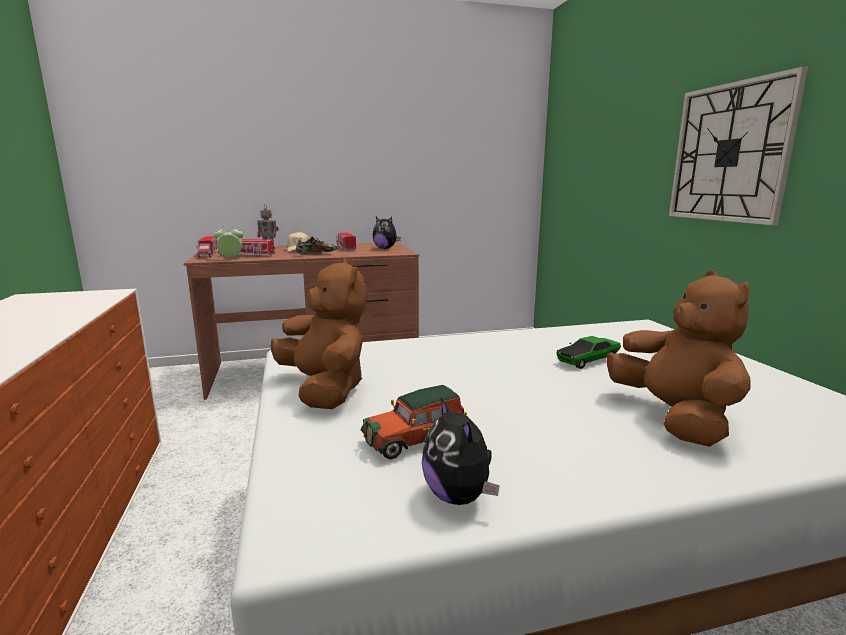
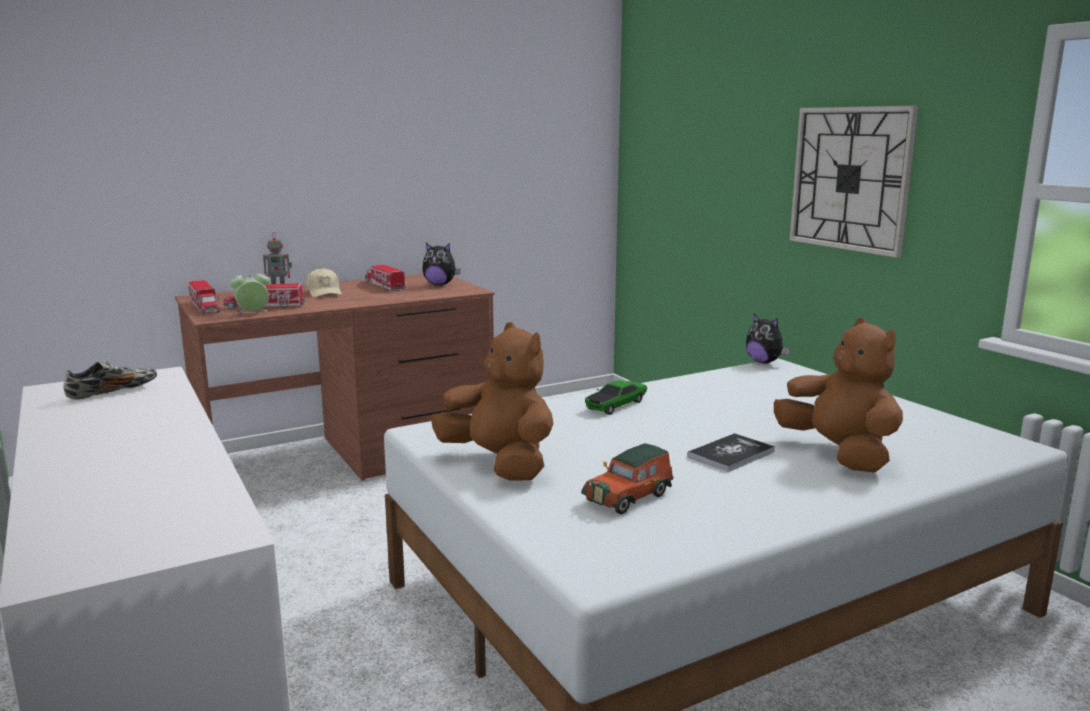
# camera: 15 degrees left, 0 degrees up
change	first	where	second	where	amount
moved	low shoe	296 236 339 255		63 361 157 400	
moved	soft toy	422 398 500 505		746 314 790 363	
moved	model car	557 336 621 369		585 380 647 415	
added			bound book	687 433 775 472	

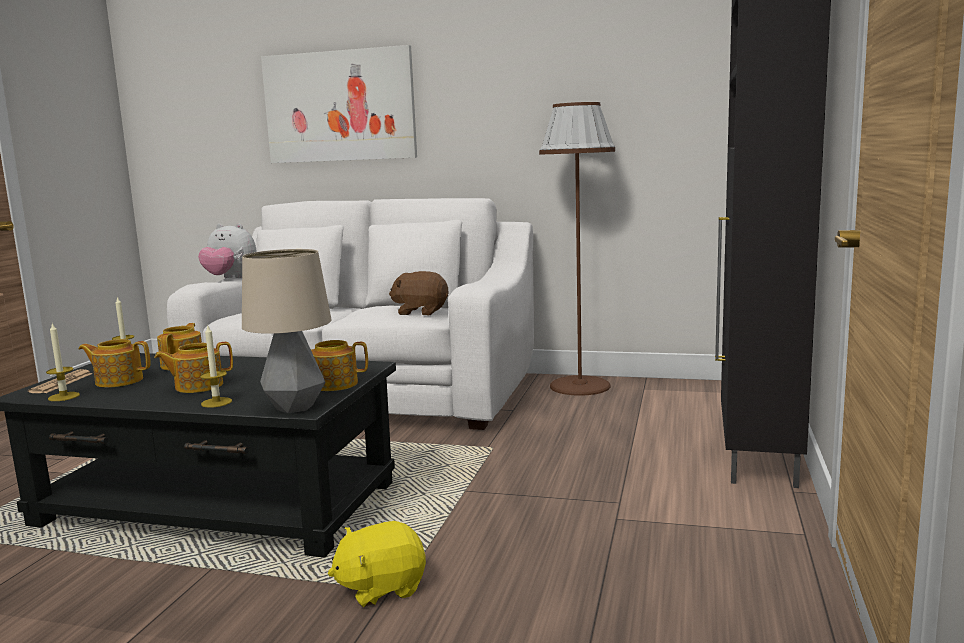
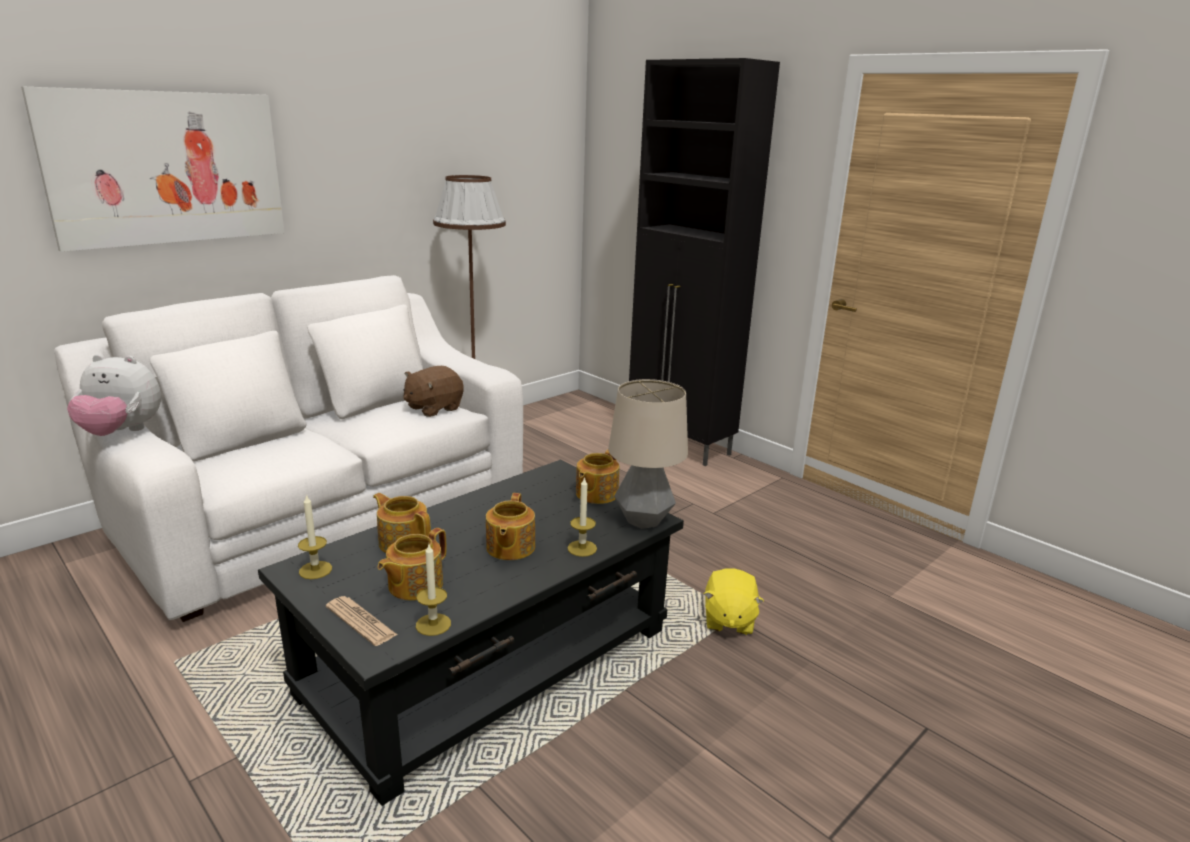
# camera: 60 degrees left, 10 degrees up
change	first	where	second	where	amount
turned	soft toy	198 223 256 278		67 354 161 436	45 degrees clockwise

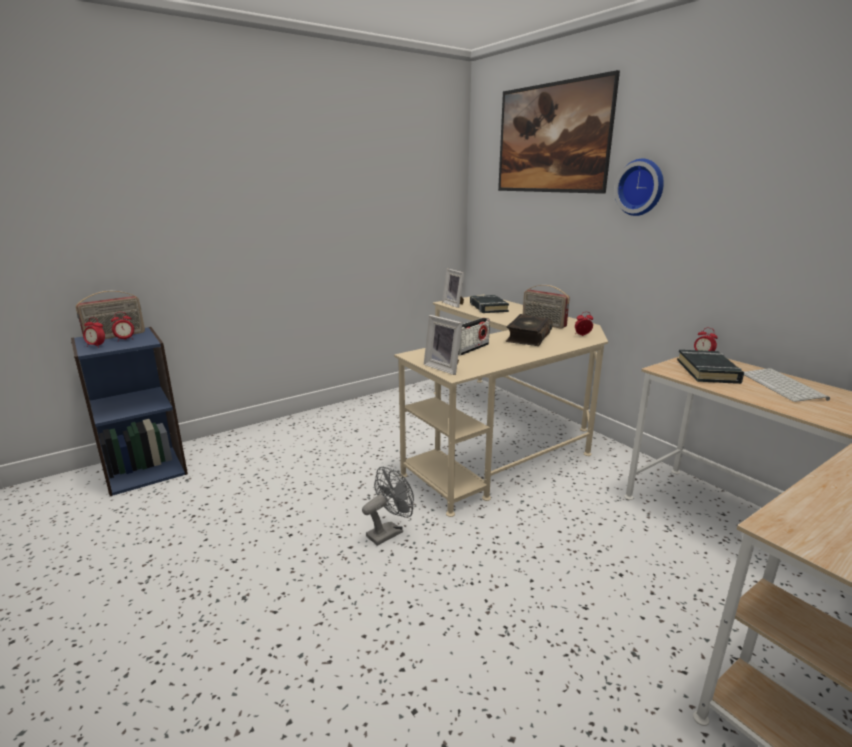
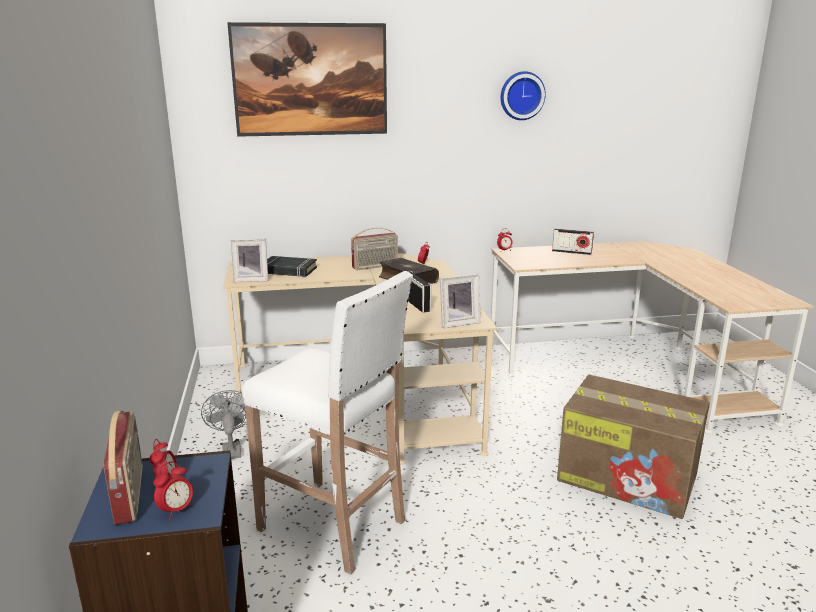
# camera: 65 degrees left, 0 degrees up
change	first	where	second	where	amount
moved	electric fan in grey	362 467 414 546		201 390 247 459	
moved	hanging clock	614 159 664 216		501 71 546 120	
removed	bound book in black	677 350 744 384			
replaced	PC keyboard	744 368 830 402	radio	552 229 594 255	
added			stool seat in white	242 271 413 574	
added			packing box	557 374 710 519	

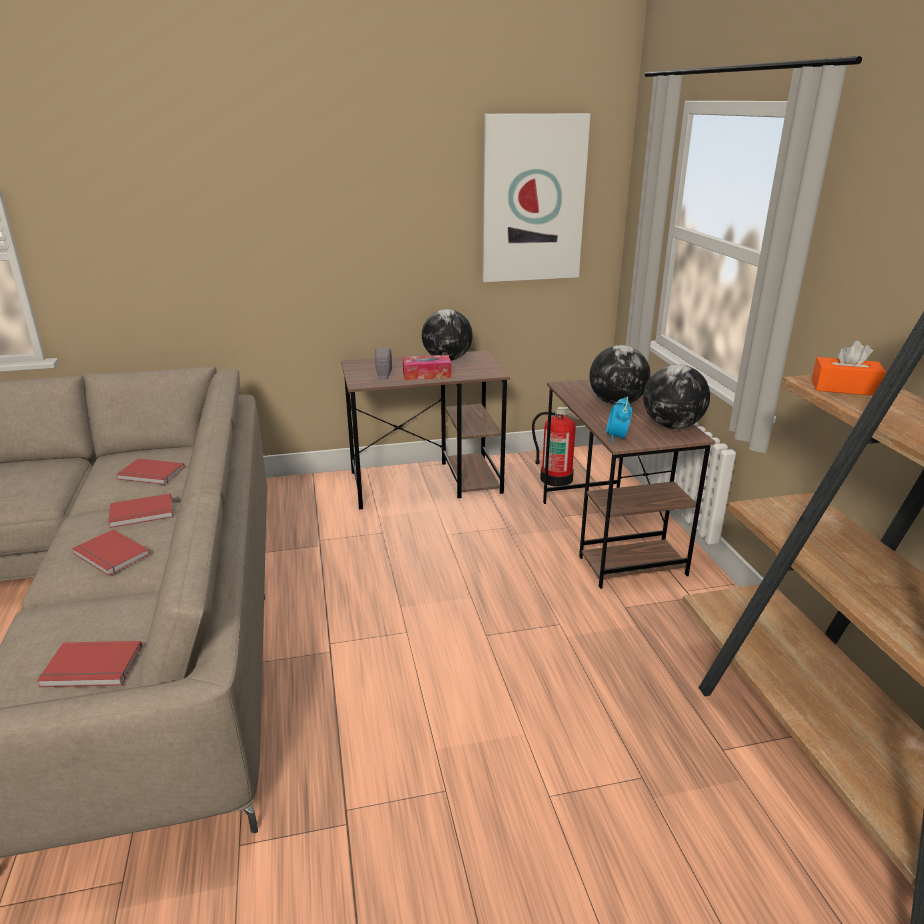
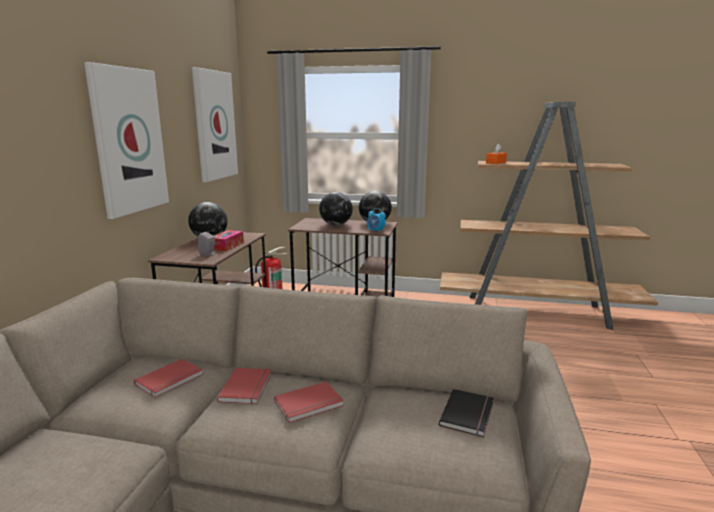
# camera: 65 degrees left, 10 degrees down
change	first	where	second	where	amount
recoloured	bound book in red-coloured	37 641 142 687	bound book in black	439 389 493 437	
added			wall art	84 62 169 219	

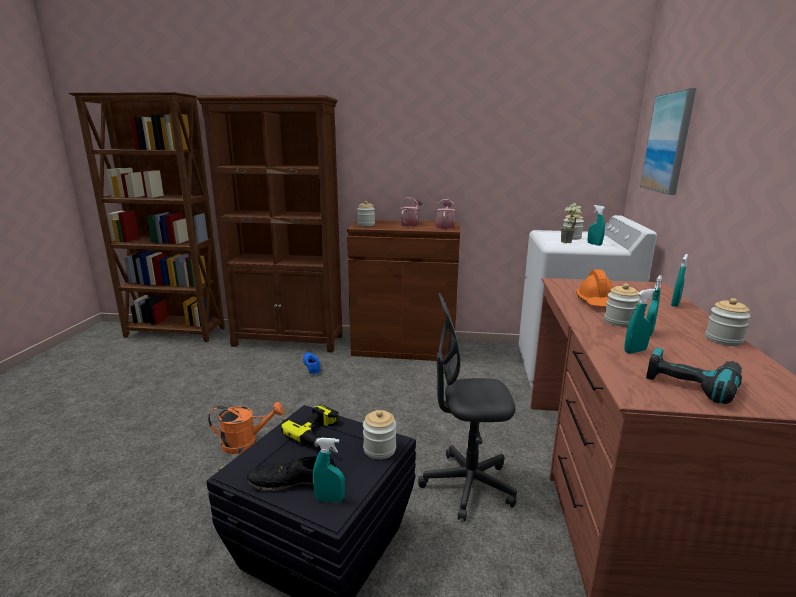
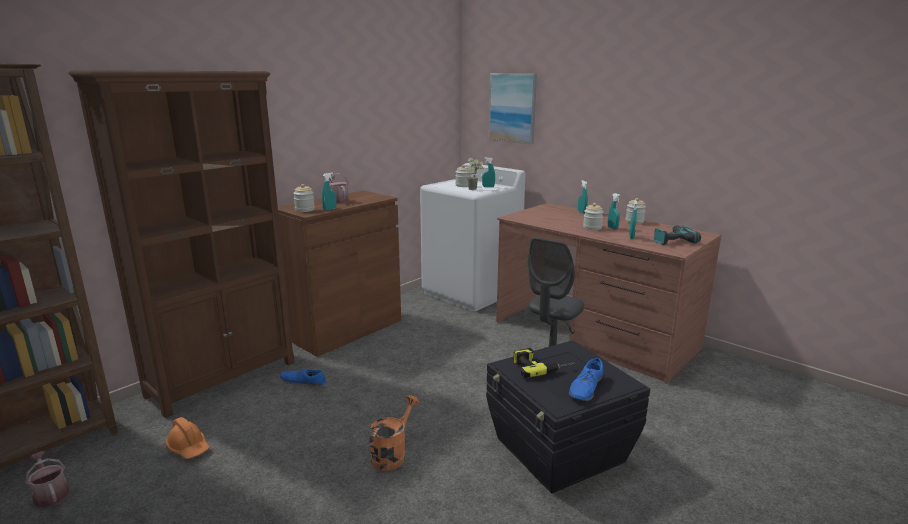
# camera: 55 degrees left, 0 degrees up
change	first	where	second	where	amount
recoloured	low shoe in black	247 455 336 491	low shoe in bluish	569 358 603 401	
moved	spray bottle in turquoise	313 438 345 502		322 173 336 211	
removed	preserve jar	363 410 396 459			
moved	sprinkling can	435 199 456 229		25 451 69 508	
moved	hard hat in orangey	576 269 613 307		166 417 210 459	

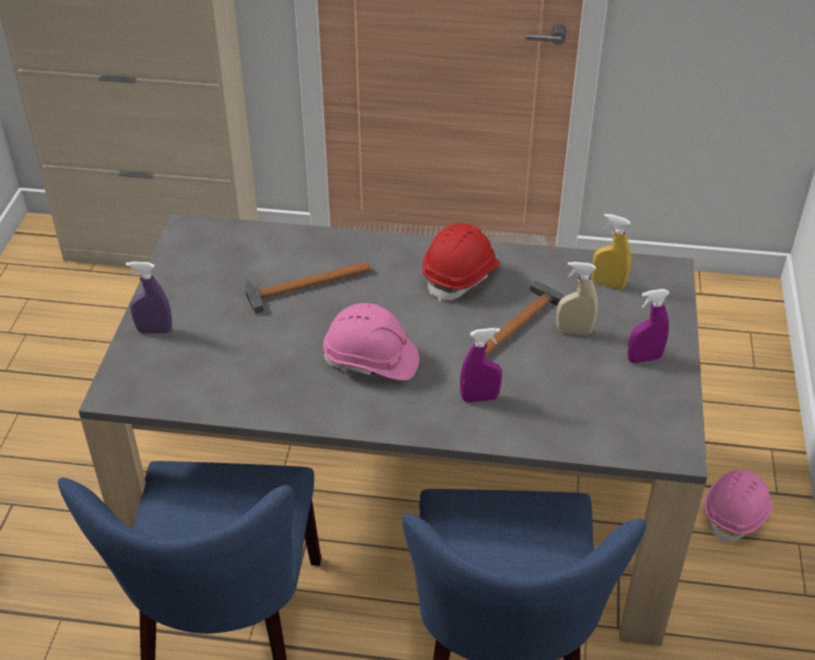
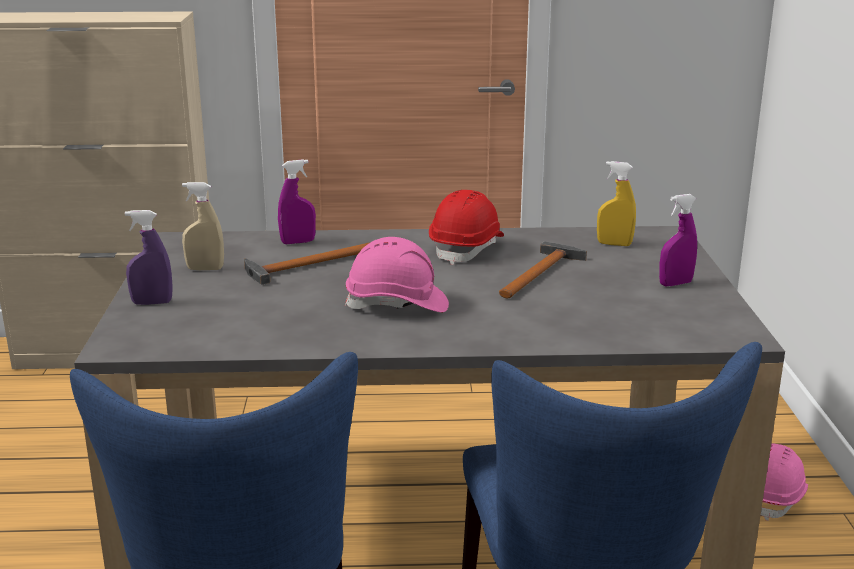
# camera: 10 degrees left, 20 degrees down
change	first	where	second	where	amount
moved	spray bottle in purple	460 328 502 403		278 159 316 244	
moved	spray bottle in beige	556 262 598 335		182 182 224 270	

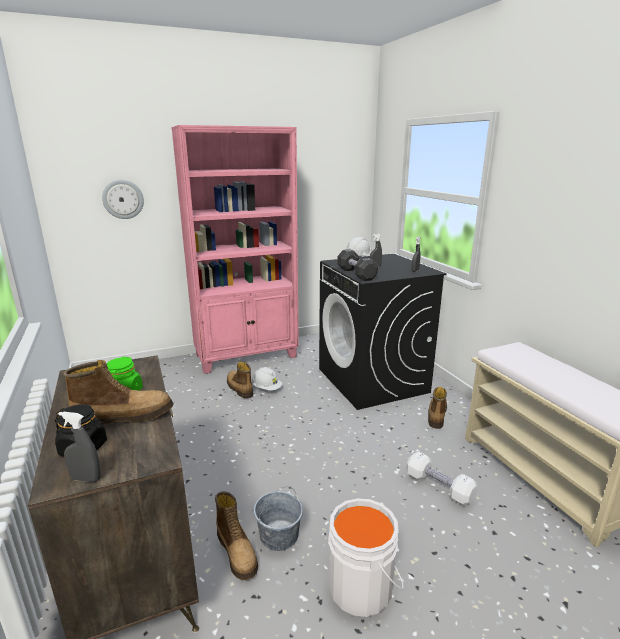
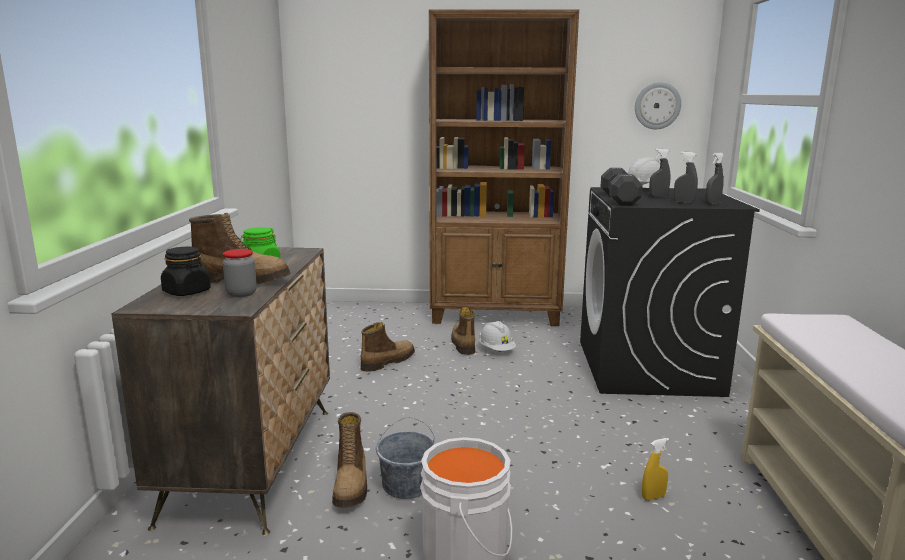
# camera: 25 degrees right, 5 degrees down
change	first	where	second	where	amount
moved	spray bottle in grey	58 412 101 482		674 152 698 204	
moved	hanging clock	102 180 144 219		635 82 681 129	
recoloured	shelving unit in pinkish	171 125 299 374	shelving unit in brown-coloured	429 10 579 326	
replaced	hand weight in white	407 451 477 506	spray bottle in yellowish	642 438 669 501	
moved	high-top boot	428 387 447 429		361 322 415 372	
added			preserve jar	223 249 257 297	

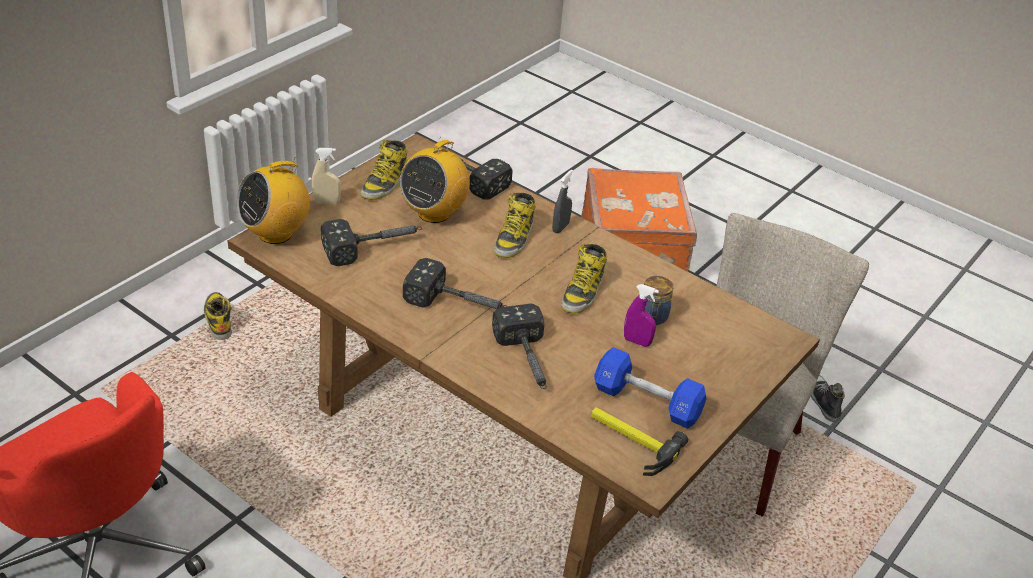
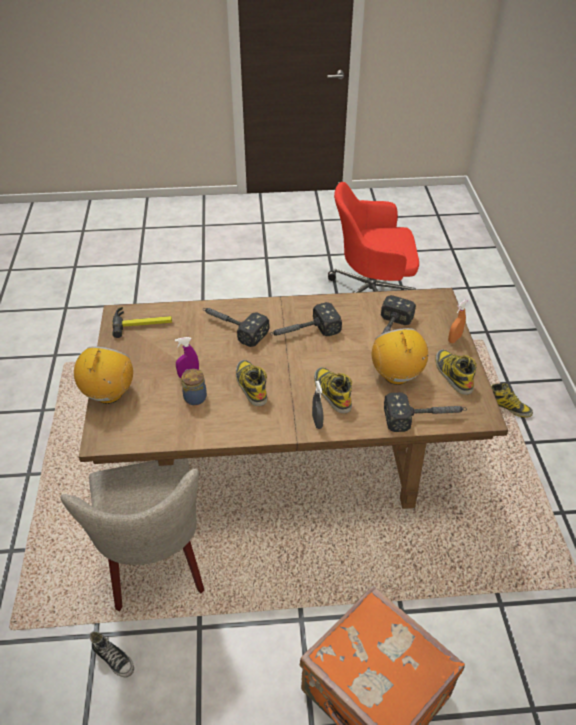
# camera: 140 degrees right, 5 degrees up
change	first	where	second	where	amount
moved	radio	236 157 310 244		74 346 133 404	
recoloured	spray bottle in beige	312 148 341 204	spray bottle in orangey	448 300 467 343	
removed	hand weight in bluish	594 347 706 429			

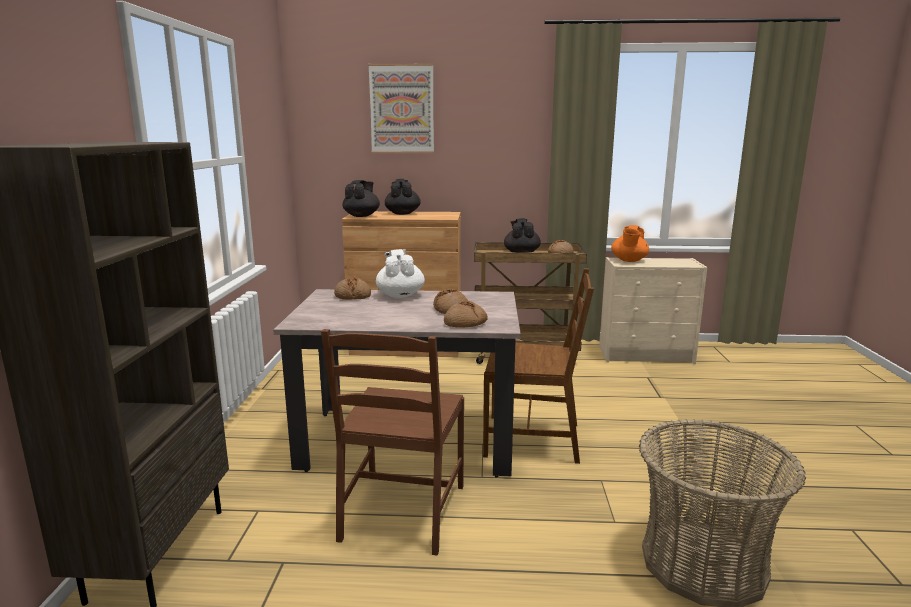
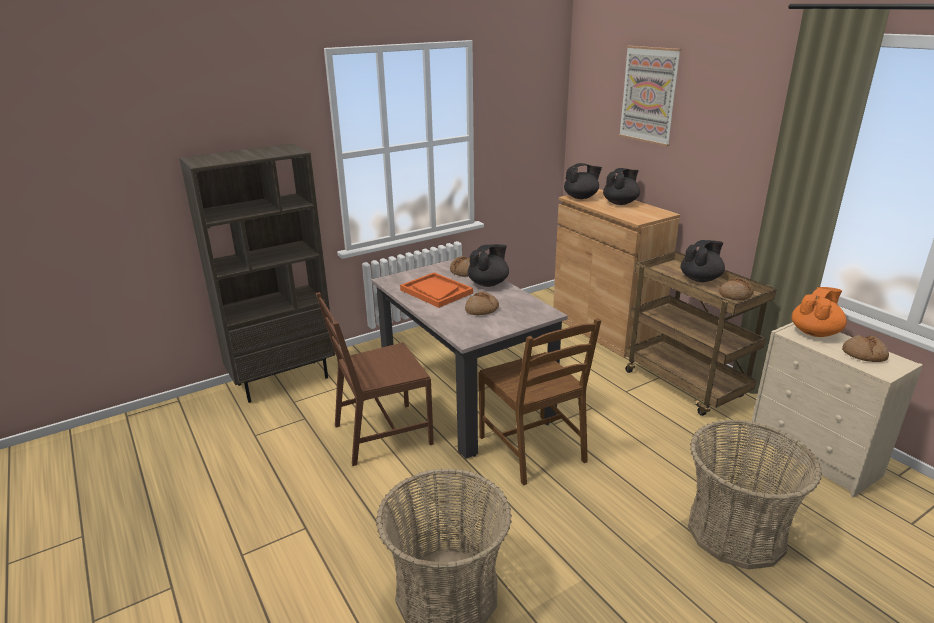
# camera: 55 degrees right, 10 degrees up
change	first	where	second	where	amount
recoloured	pot for tea in white	376 249 425 298	pot for tea in black	468 244 509 287	
moved	bread	444 301 487 328		842 335 889 362	
turned	pot for tea in orangey	611 225 649 262		792 287 847 337	150 degrees clockwise
added			carrying tray in orangey	400 272 473 308	
added			household basket	688 419 822 569	

